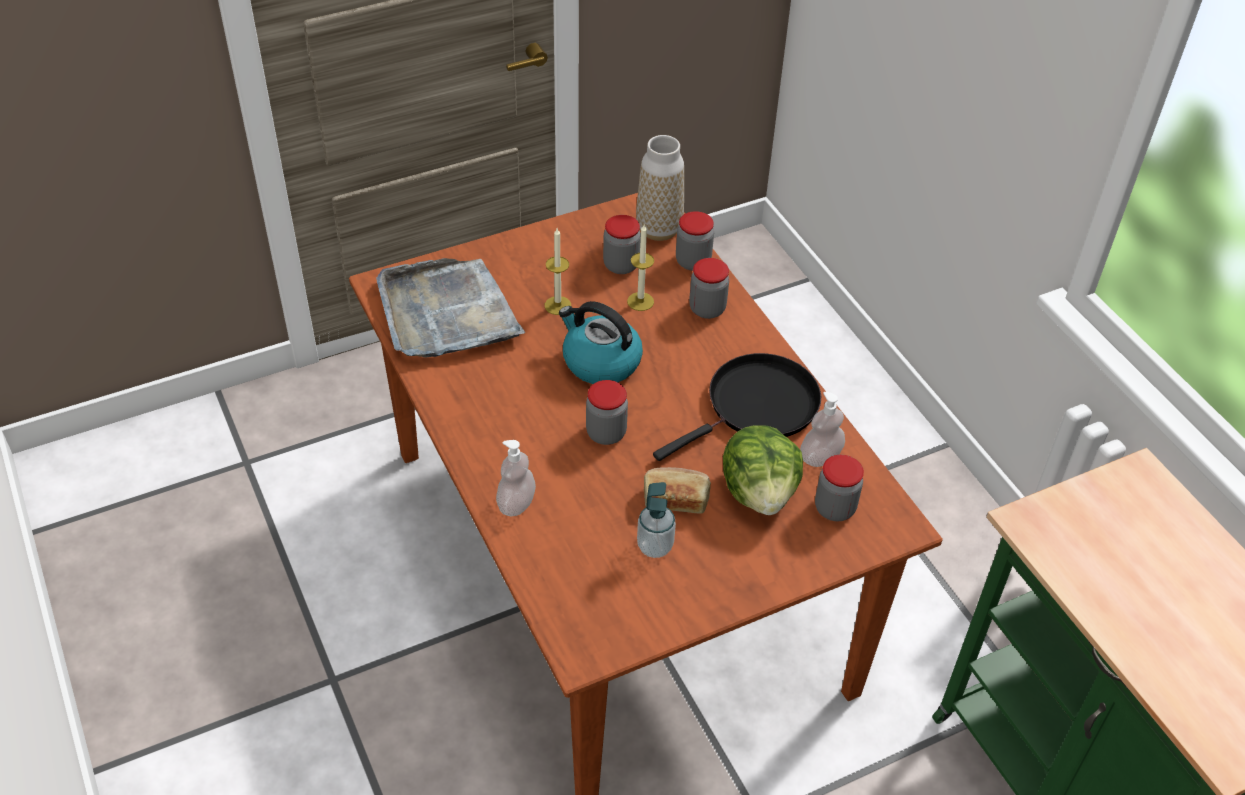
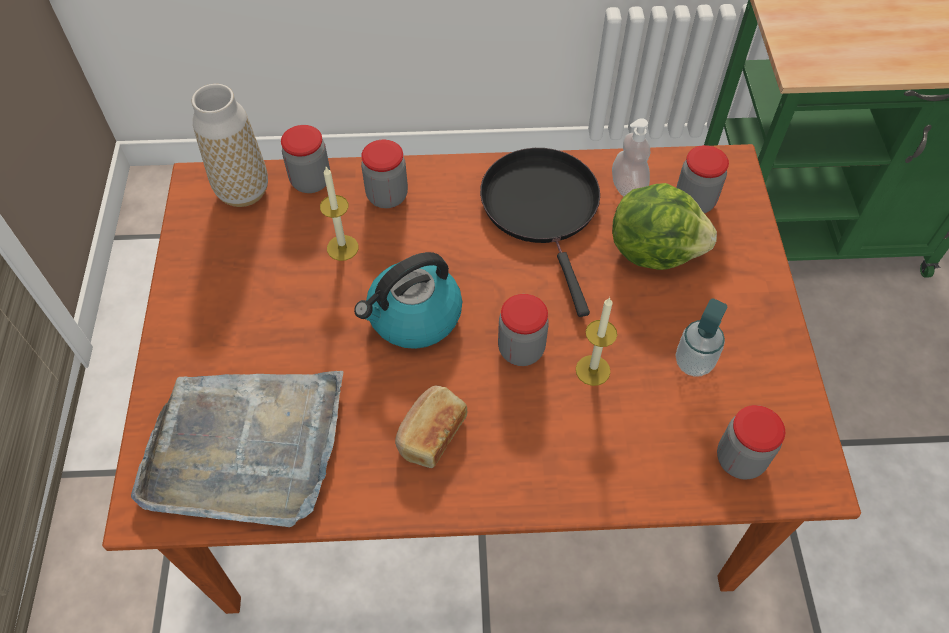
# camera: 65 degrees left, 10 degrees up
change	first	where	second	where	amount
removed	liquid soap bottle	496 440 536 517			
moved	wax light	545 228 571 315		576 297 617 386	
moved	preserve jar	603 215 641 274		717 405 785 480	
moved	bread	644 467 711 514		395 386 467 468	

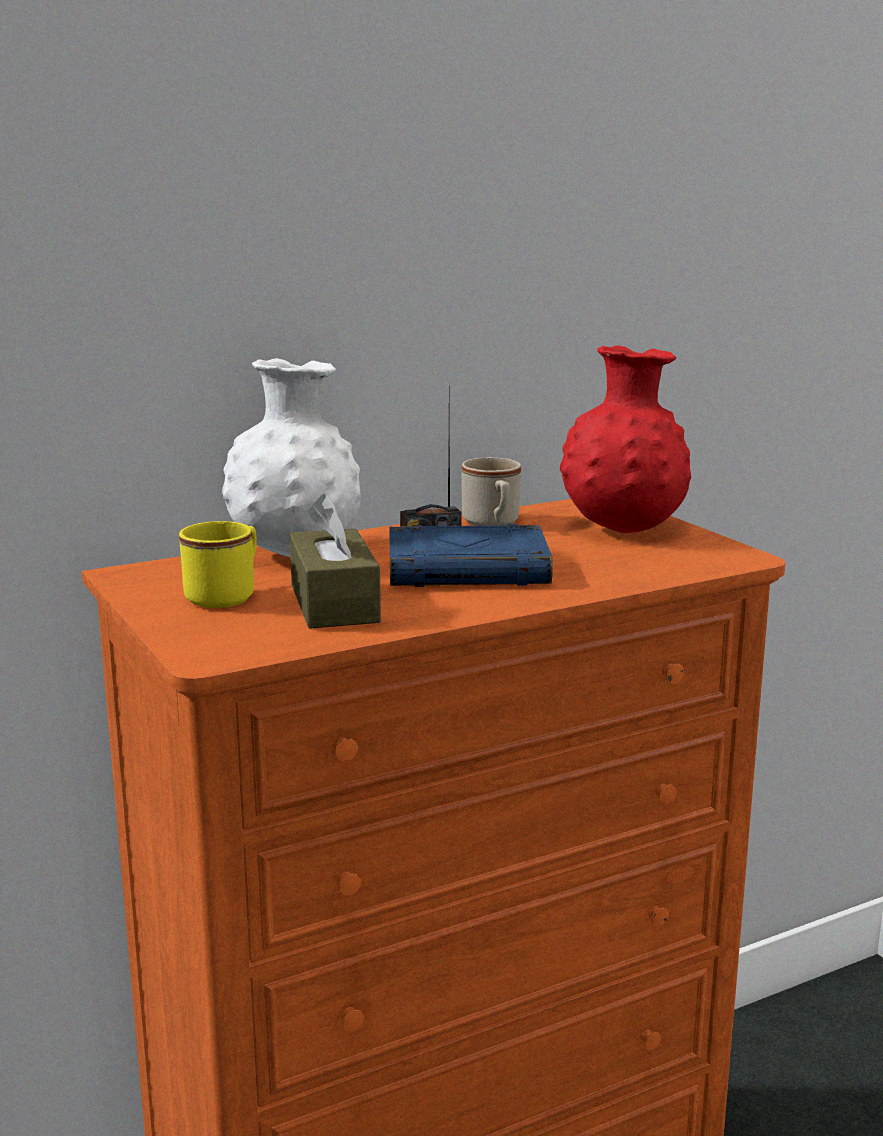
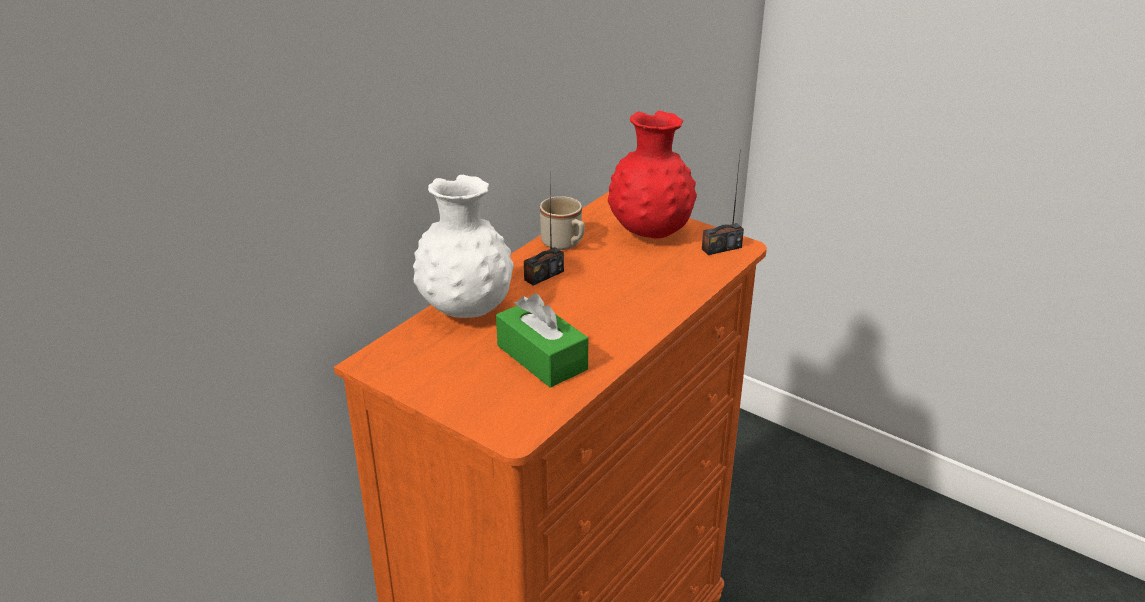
# camera: 25 degrees left, 15 degrees up
change	first	where	second	where	amount
removed	tea mug in yellowish	179 521 256 608			
recoloured	tissue holder in brown-coloured	290 494 381 629	tissue holder in greenish	496 293 588 388	
removed	bound book in bluish	390 524 553 587			
added			radio	702 148 744 255	

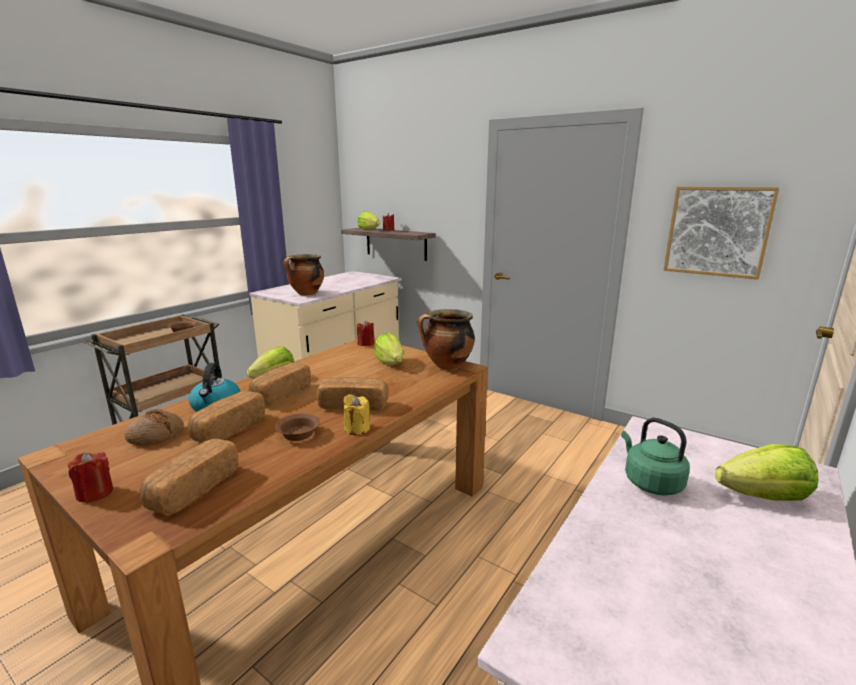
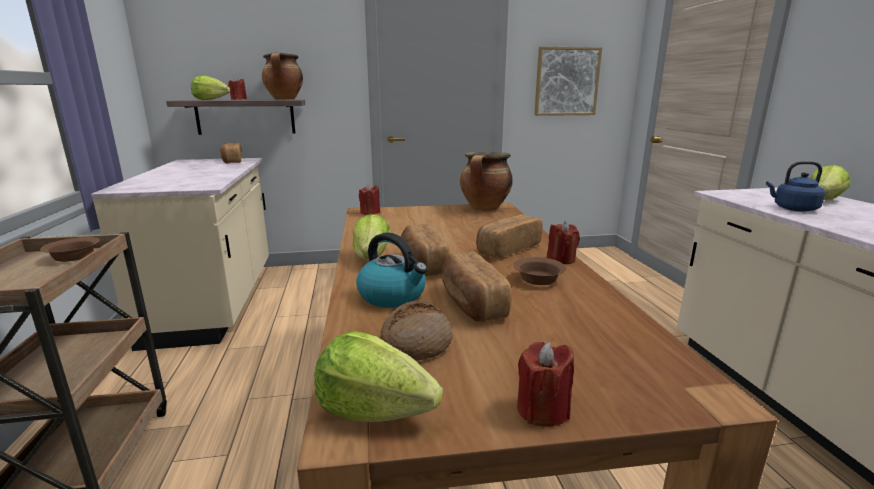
# camera: 45 degrees left, 0 degrees up
change	first	where	second	where	amount
moved	bread	139 438 238 516		220 143 242 164	
moved	saucepot	284 254 324 295		262 52 303 100	
recoloured	wax light in yellowish	343 394 370 435	wax light in red-coloured	547 221 580 264	
moved	lettuce head	374 333 403 365		314 331 443 422	
recoloured	kettle in greenish	621 418 690 495	kettle in bluish	766 161 825 212	

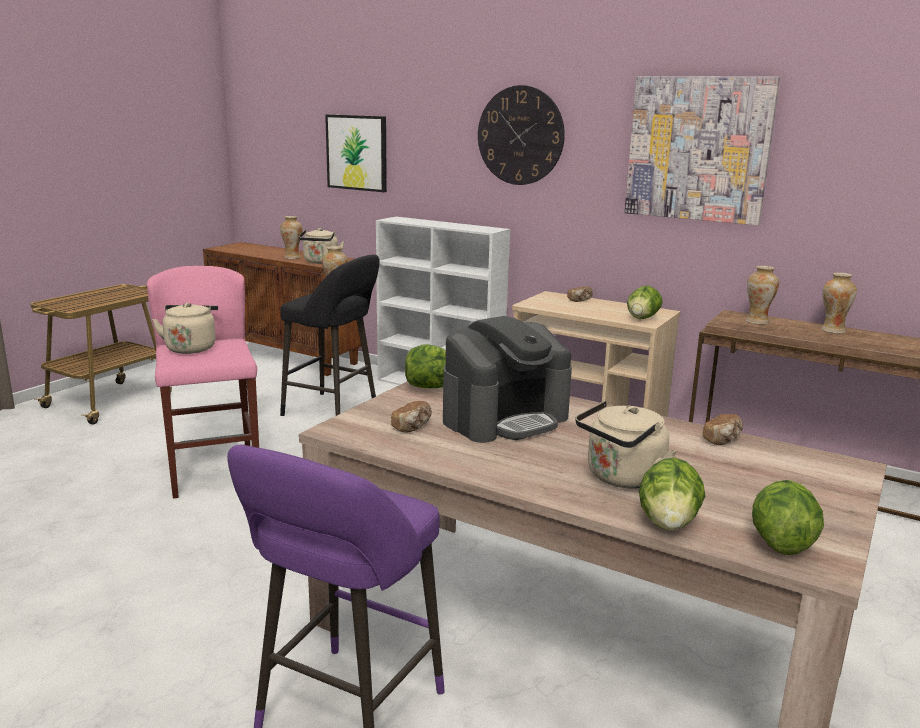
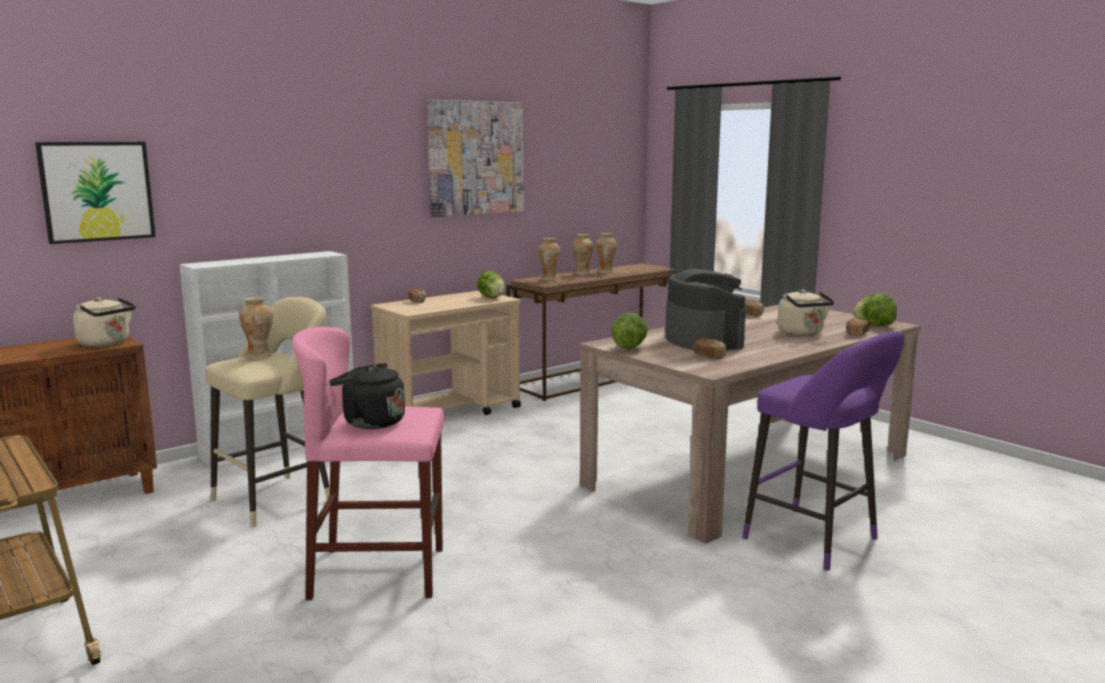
# camera: 70 degrees left, 5 degrees down
change	first	where	second	where	amount
recoloured	kettle in beige	152 303 218 354	kettle in black	329 363 405 429	
moved	vase	280 216 303 259		596 233 617 274	
recoloured	stool seat in black	280 255 380 416	stool seat in beige	205 297 330 527	
removed	hanging clock	478 85 565 185			
replaced	lettuce head	639 458 705 530	bread	846 318 869 336	

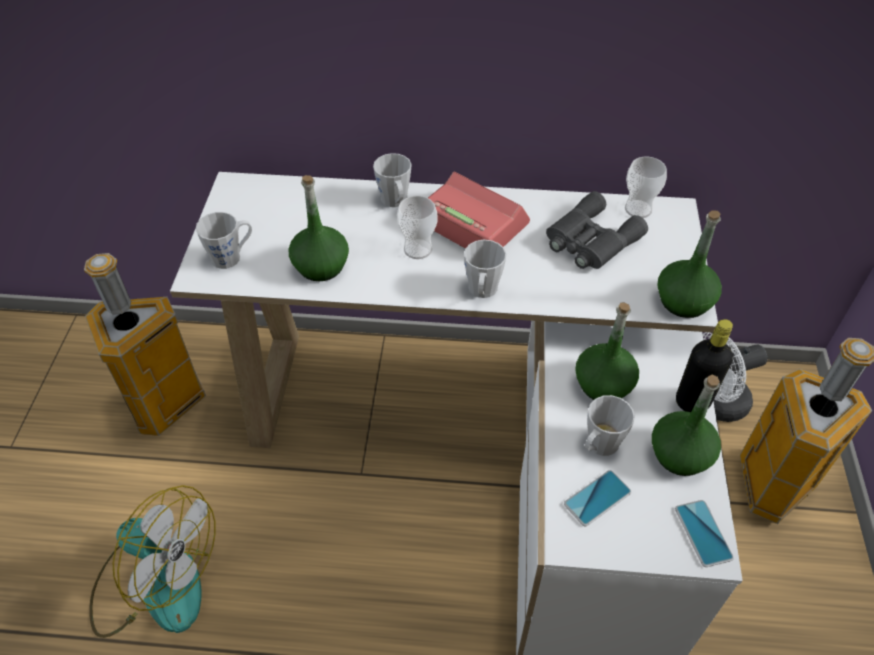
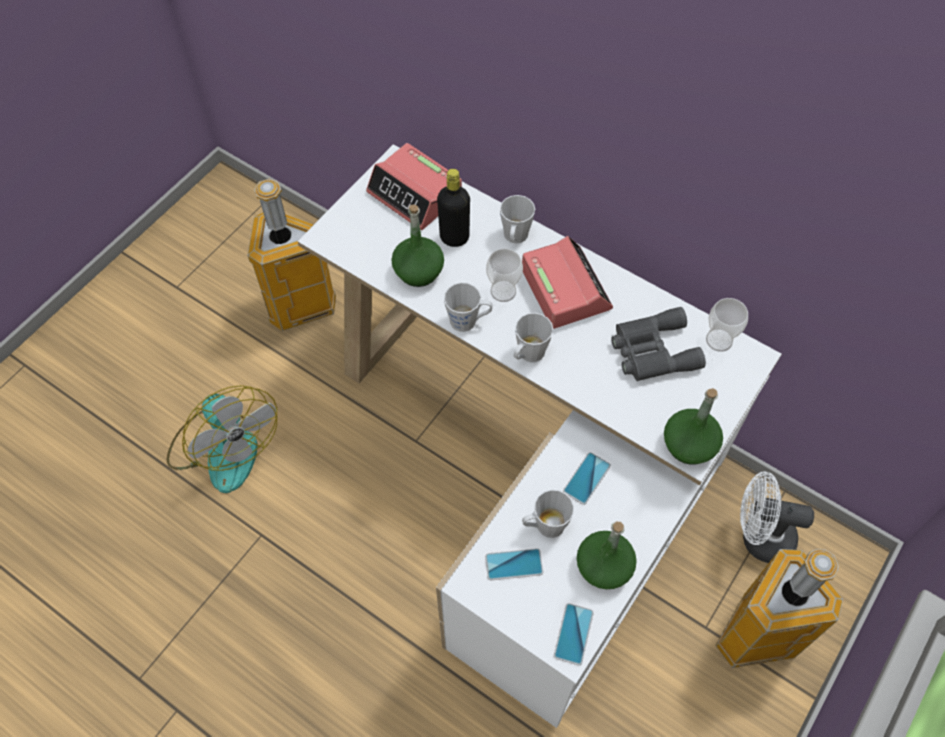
# camera: 30 degrees right, 10 degrees up
change	first	where	second	where	amount
moved	tea mug in grey	196 212 252 269		444 282 493 332	
replaced	bottle in greenish	575 302 639 400	phone	563 452 611 505	
moved	bottle in black	676 319 733 412		437 169 470 247	
added			alarm clock	366 143 462 230	

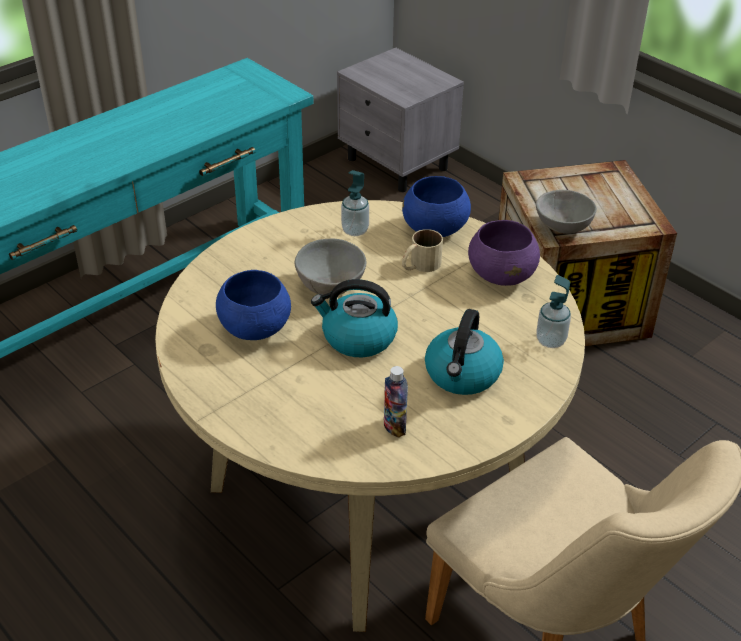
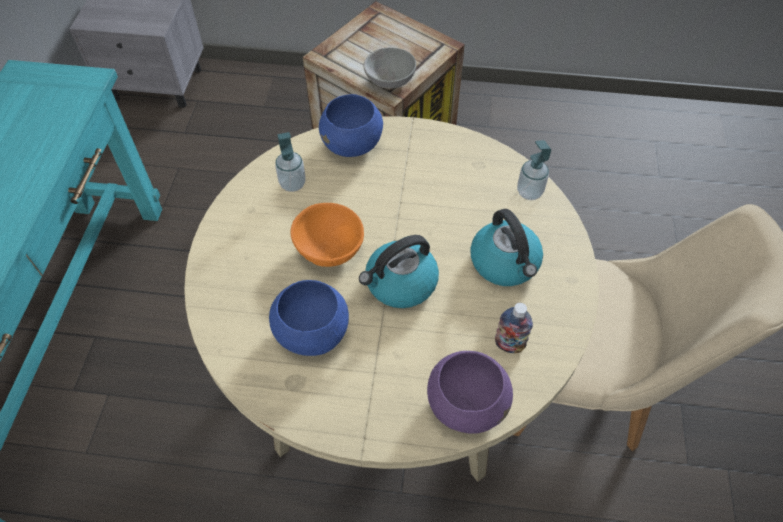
# camera: 40 degrees left, 15 degrees up
change	first	where	second	where	amount
recoloured	bowl in grey	295 239 367 295	bowl in orangey	290 203 364 267	
removed	tea mug in beige	402 229 443 272			
moved	bowl in purple	468 220 540 286		427 351 513 434	

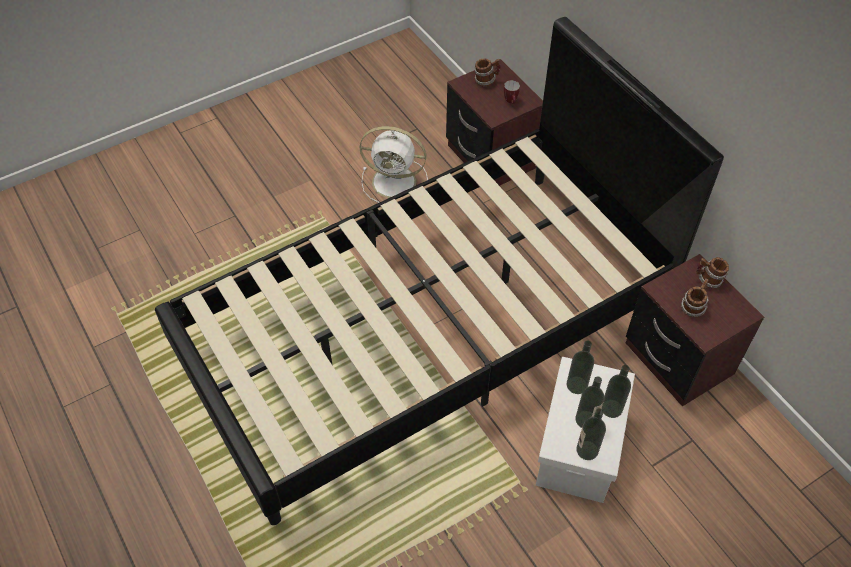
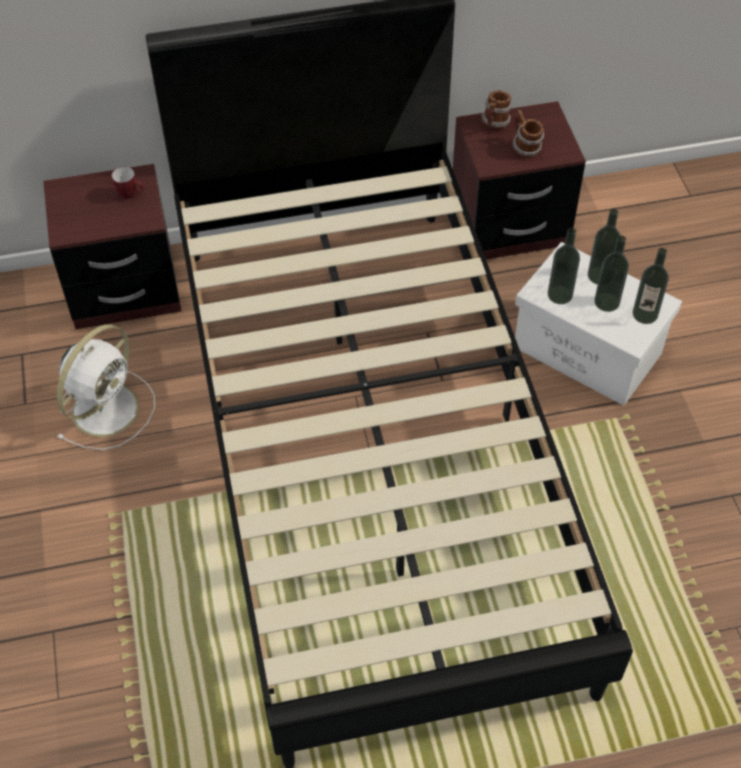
# camera: 70 degrees left, 0 degrees up
change	first	where	second	where	amount
removed	tea mug	474 58 501 86			

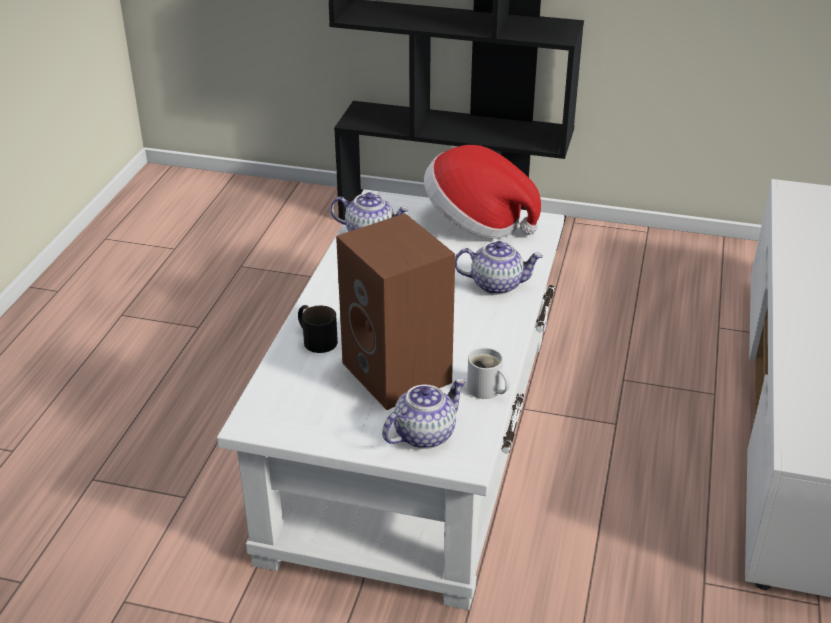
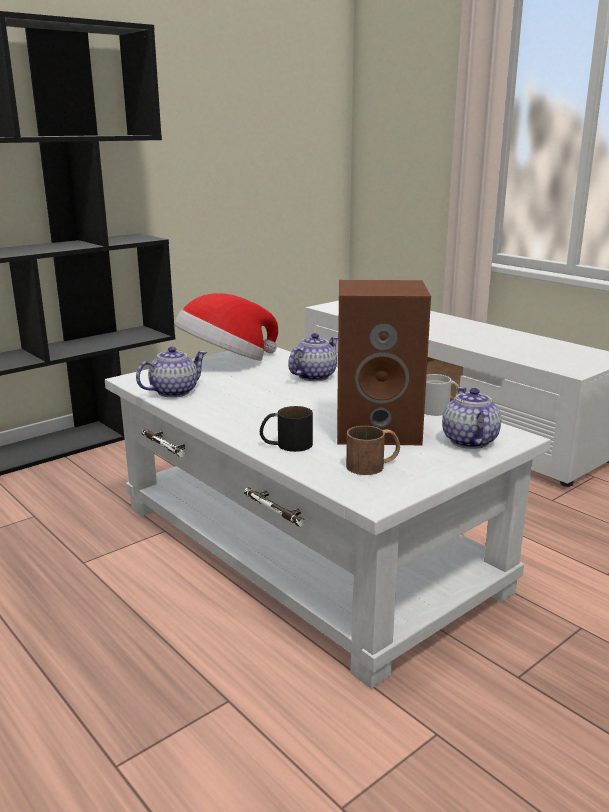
# camera: 55 degrees left, 15 degrees down
change	first	where	second	where	amount
added			tea mug in brown-coloured	346 426 400 475	

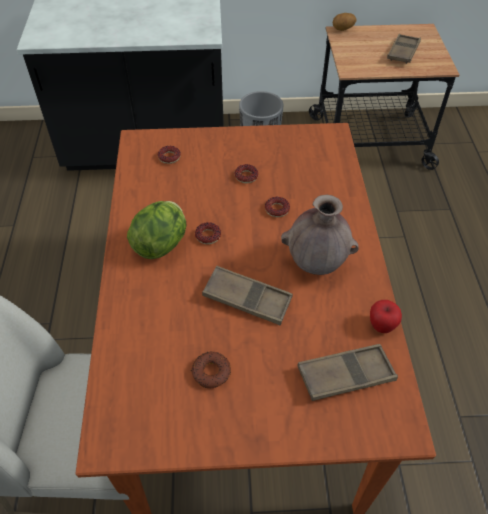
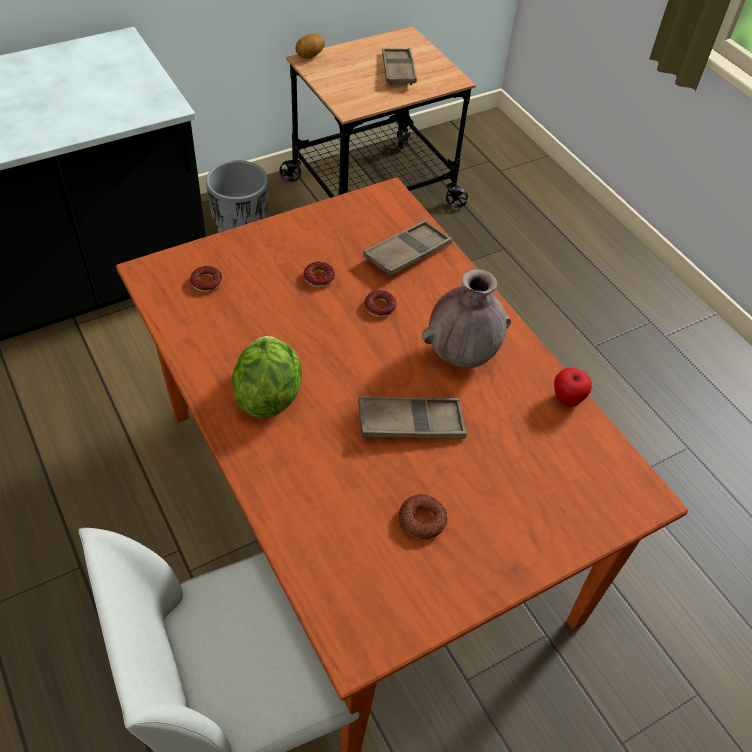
# camera: 30 degrees left, 0 degrees up
change	first	where	second	where	amount
removed	donut	195 222 221 244			
moved	carrying tray in brown-coloured	297 344 398 401		363 220 452 276	

